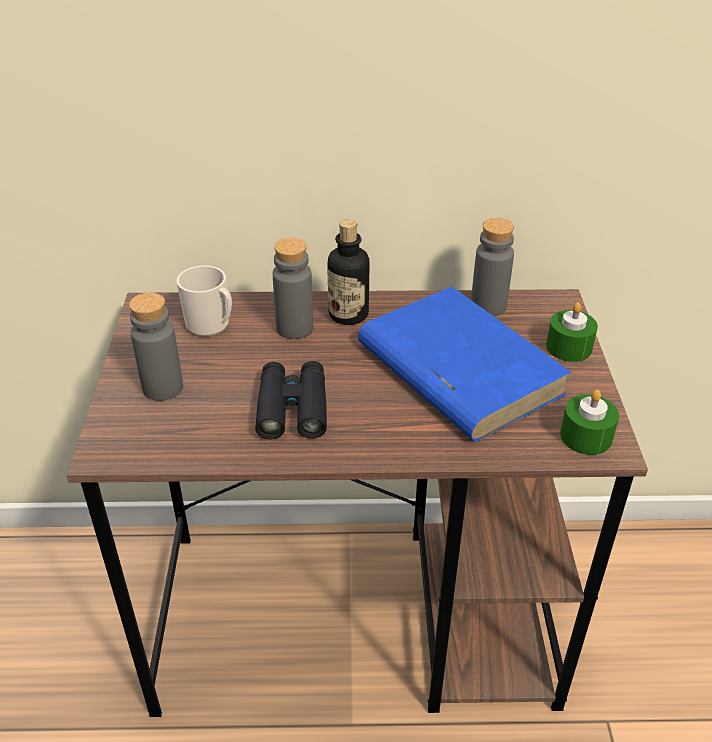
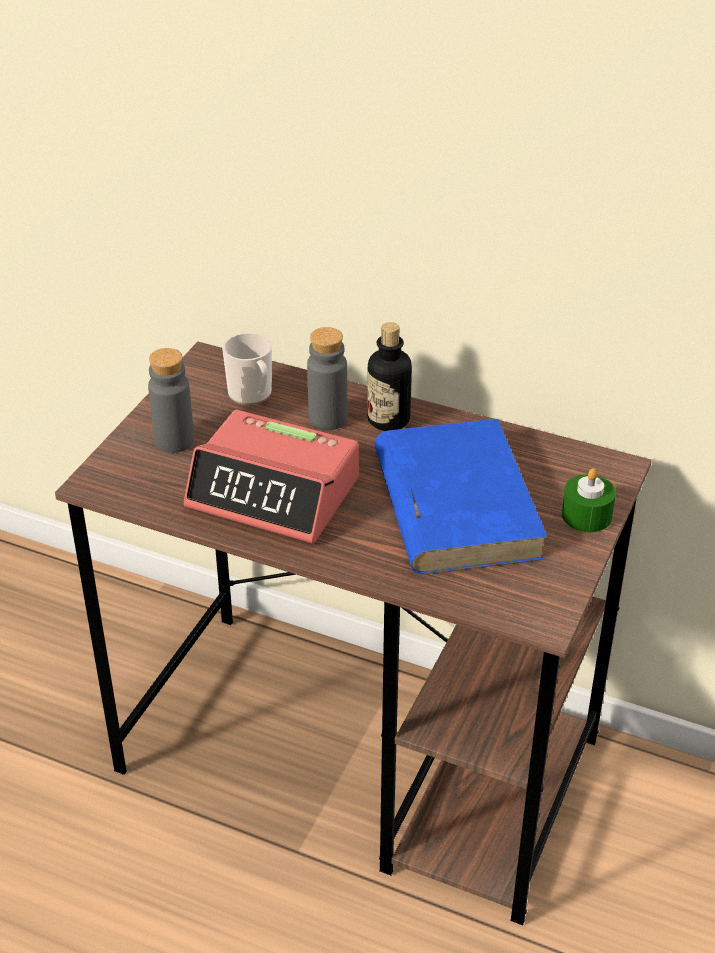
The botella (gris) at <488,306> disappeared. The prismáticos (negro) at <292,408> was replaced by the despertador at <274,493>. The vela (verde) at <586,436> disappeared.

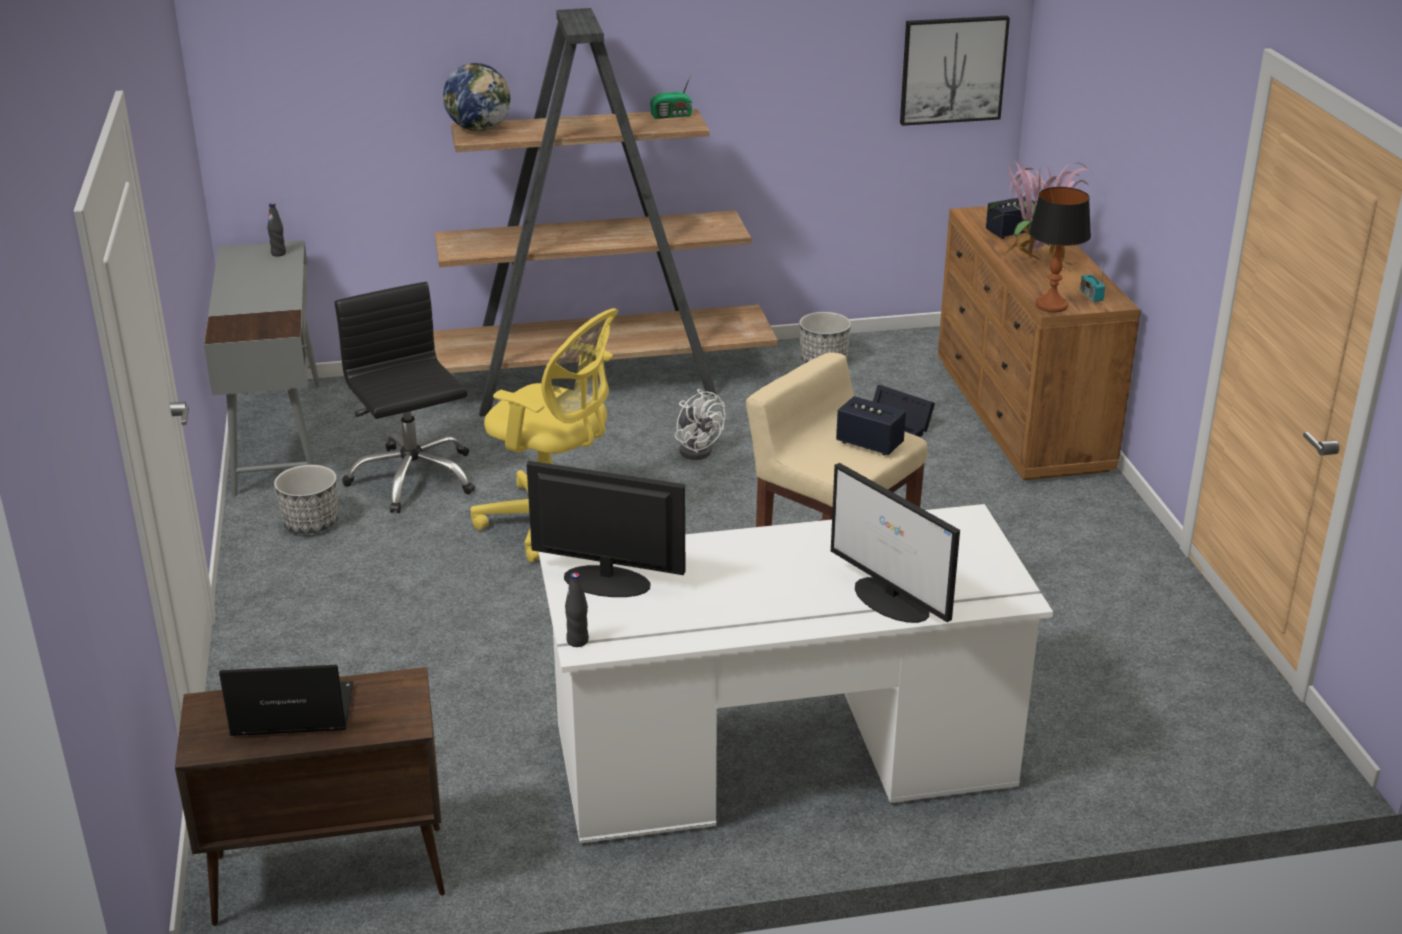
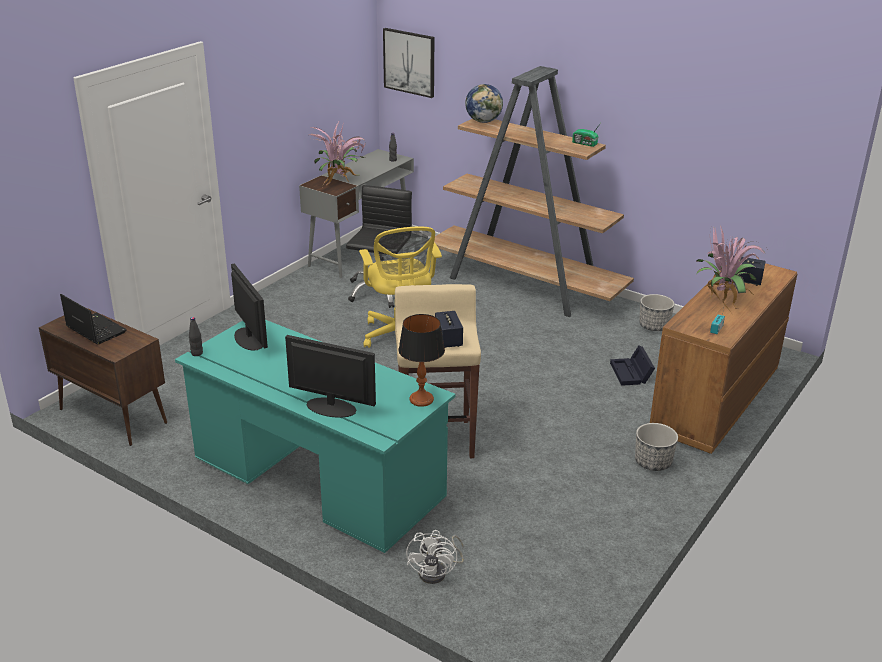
The cuadro moved from <952,69> to <409,62>. The lámpara de mesa moved from <1051,305> to <421,399>. The ventilador (blanco) moved from <697,448> to <438,572>. The monitor at <892,601> turned 105 degrees clockwise. The maceta moved from <311,523> to <653,462>. The escritorio (blanco) at <783,759> became the escritorio (turquesa) at <317,479>. The planta en maceta at <339,181> appeared.

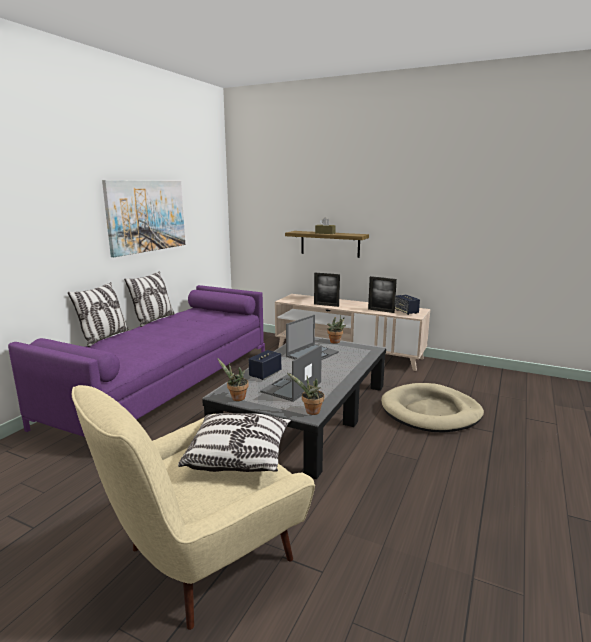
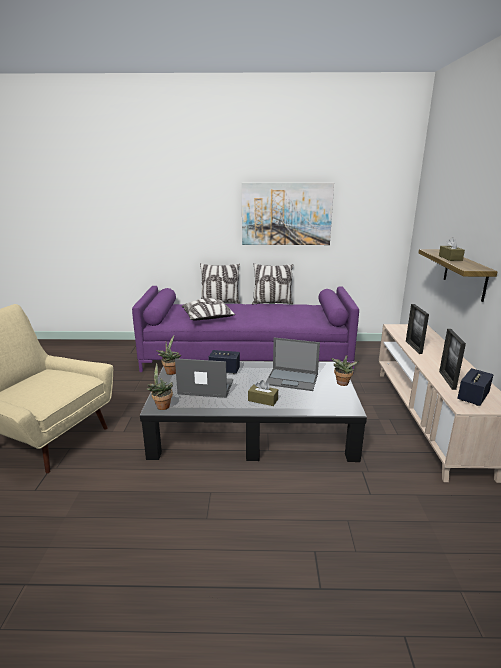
The cama para perro (beis) at <431,412> disappeared. The cojín moved from <239,456> to <208,318>. The caja de pañuelos (marrón) at <263,400> appeared.

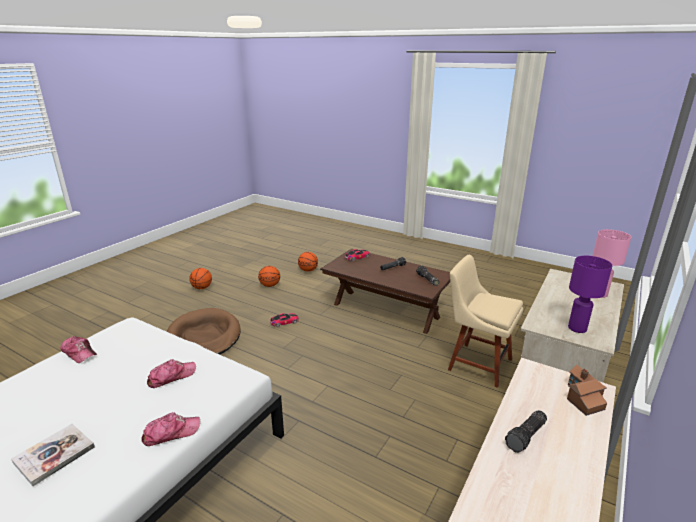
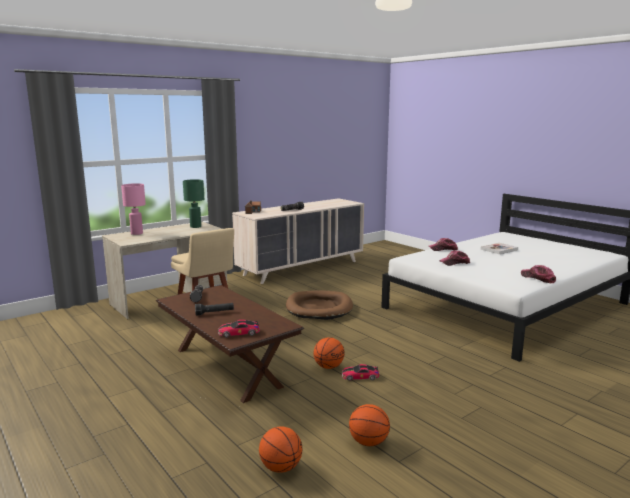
The lámpara de mesa (morado) at <577,328> became the lámpara de mesa (verde) at <195,226>. The balón de baloncesto moved from <202,288> to <328,366>. The cama para perro (marrón) moved from <204,337> to <319,308>.

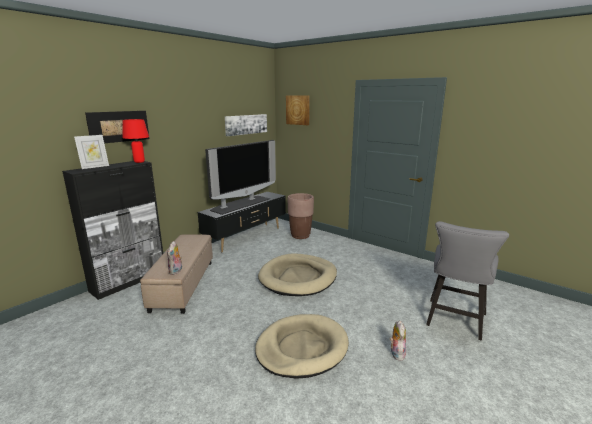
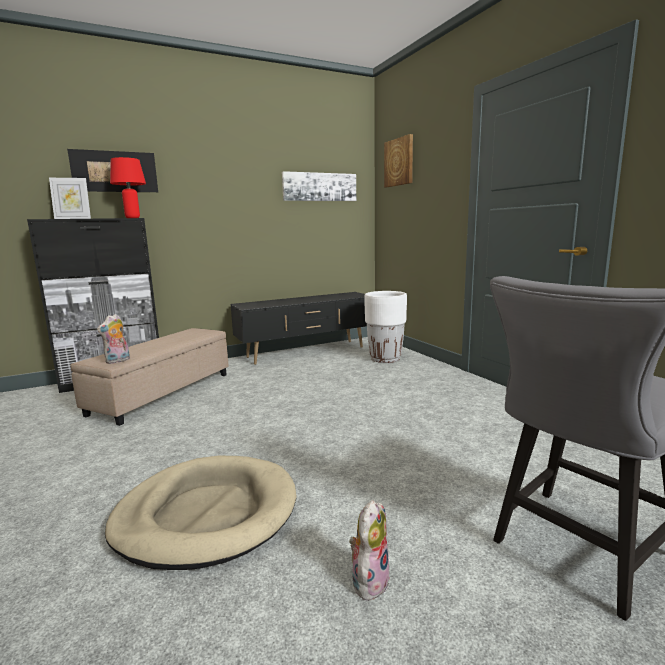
The televisor at <240,204> disappeared. The maceta (marrón) at <300,235> became the maceta (blanco) at <385,359>. The cama para perro (beis) at <298,277> disappeared.

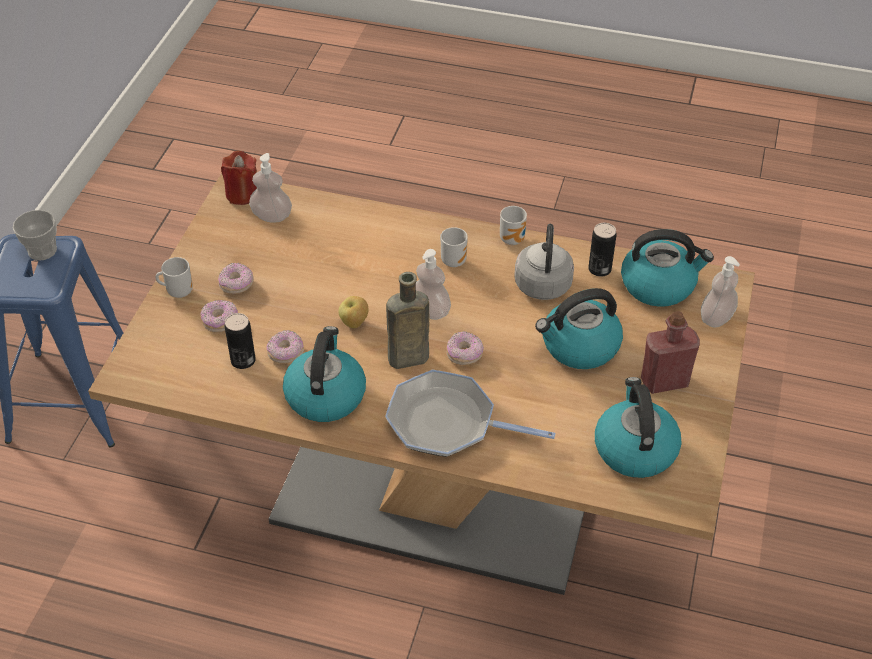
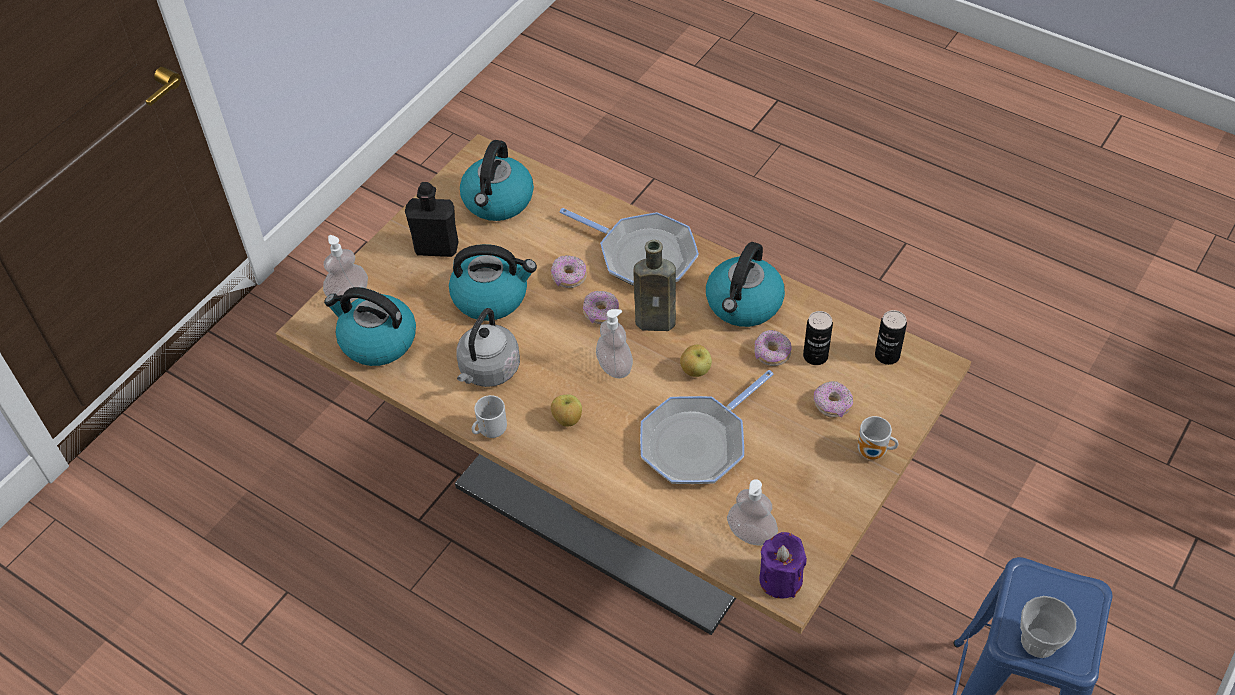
The vela (rojo) at <242,194> became the vela (morado) at <780,579>. The lata moved from <599,269> to <887,355>. The taza grande at <453,260> was replaced by the manzana at <567,420>. The rosquilla moved from <237,285> to <569,277>. The botella (rojo) at <664,381> became the botella (negro) at <437,248>. The sartén at <697,442> appeared.

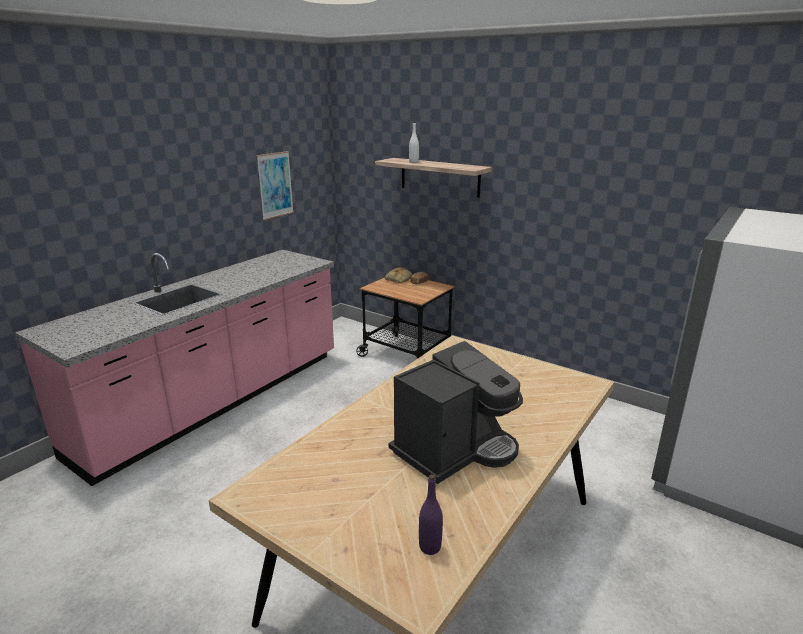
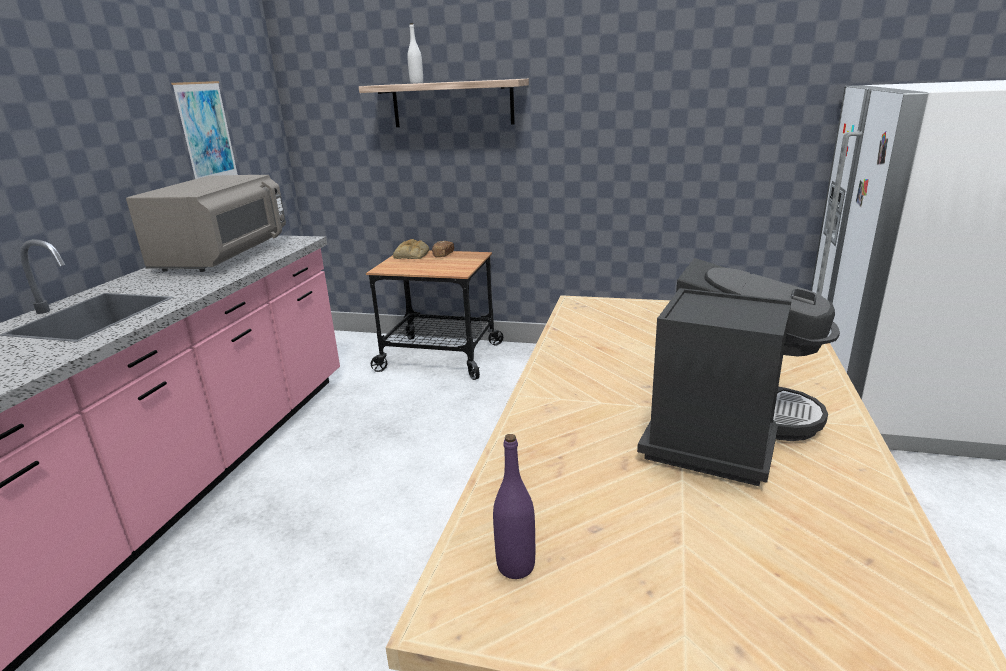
The botella (morado) moved from <430,547> to <516,566>. The microondas (gris) at <224,256> appeared.

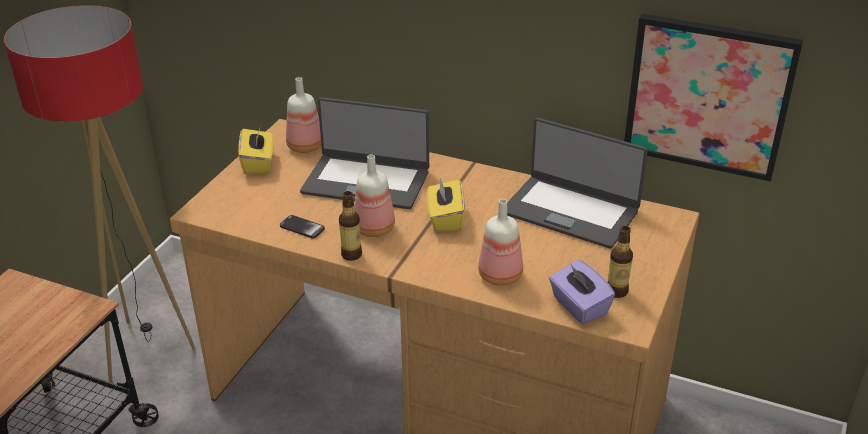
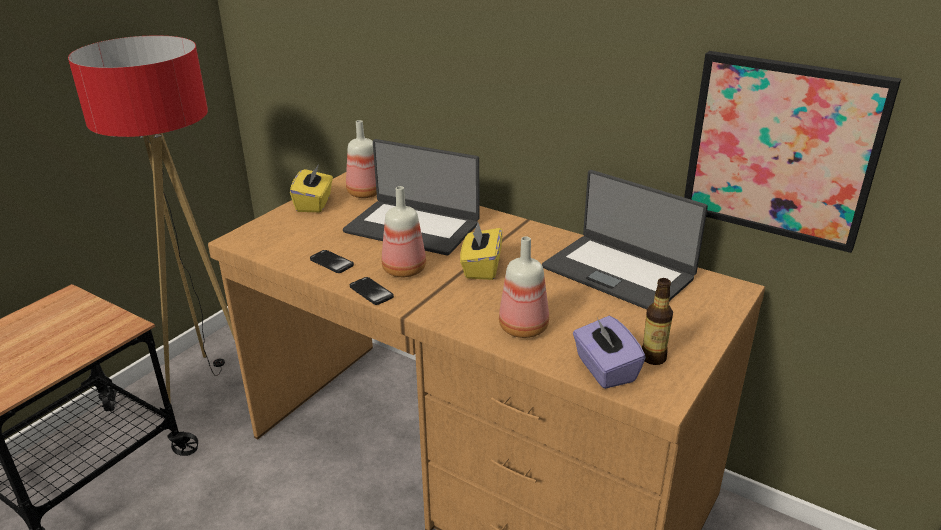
The botella at <351,255> was replaced by the móvil at <371,292>.

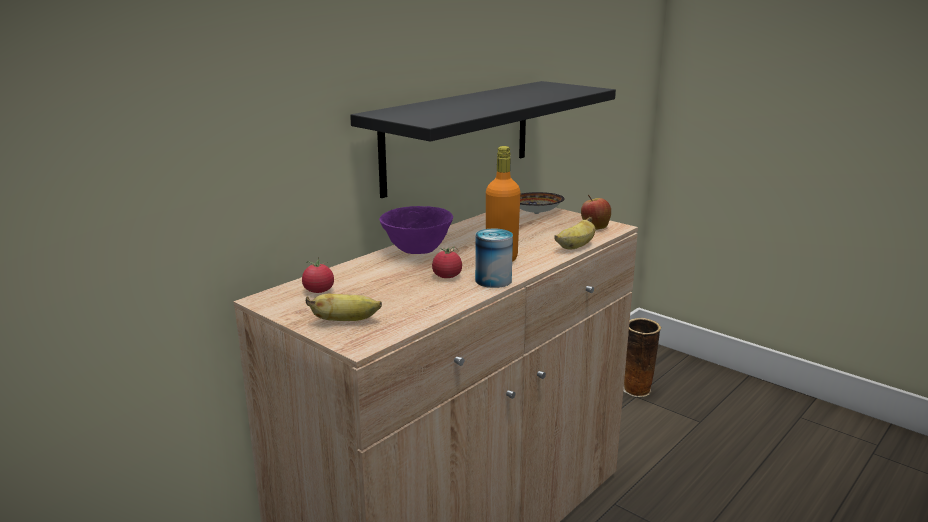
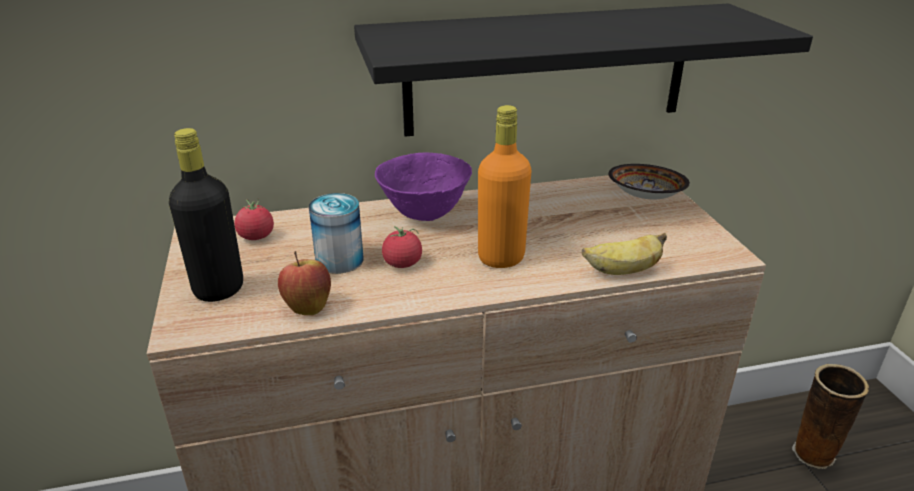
The manzana moved from <594,227> to <307,307>. The lata moved from <493,280> to <339,260>. The plátano at <346,321> was replaced by the botella (negro) at <219,289>.

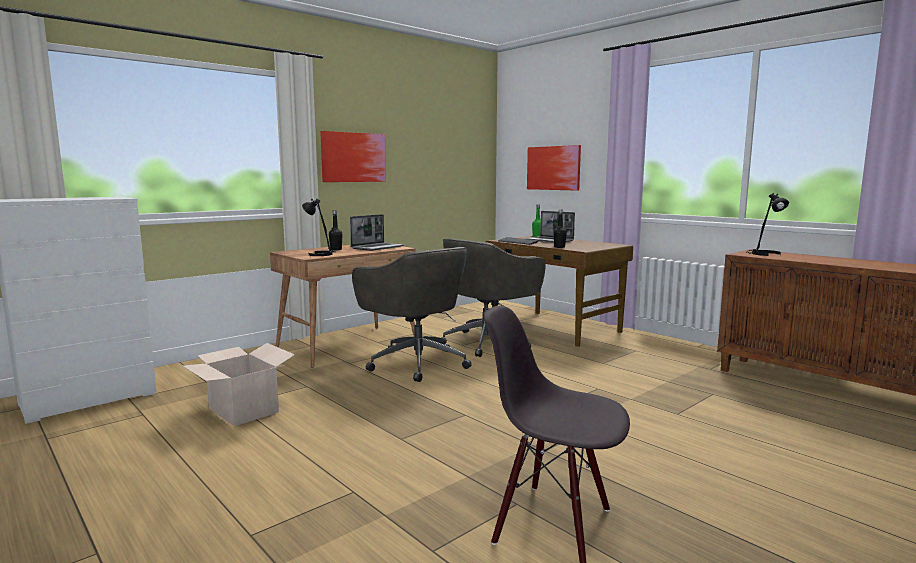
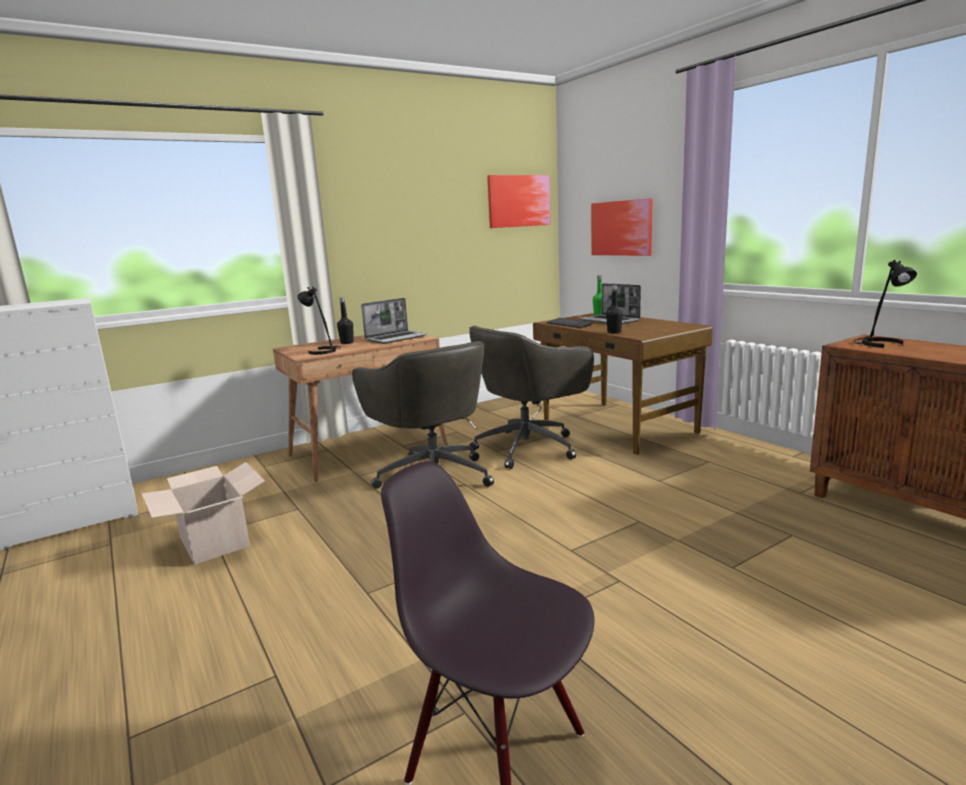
The cuadro moved from <353,157> to <519,201>.

